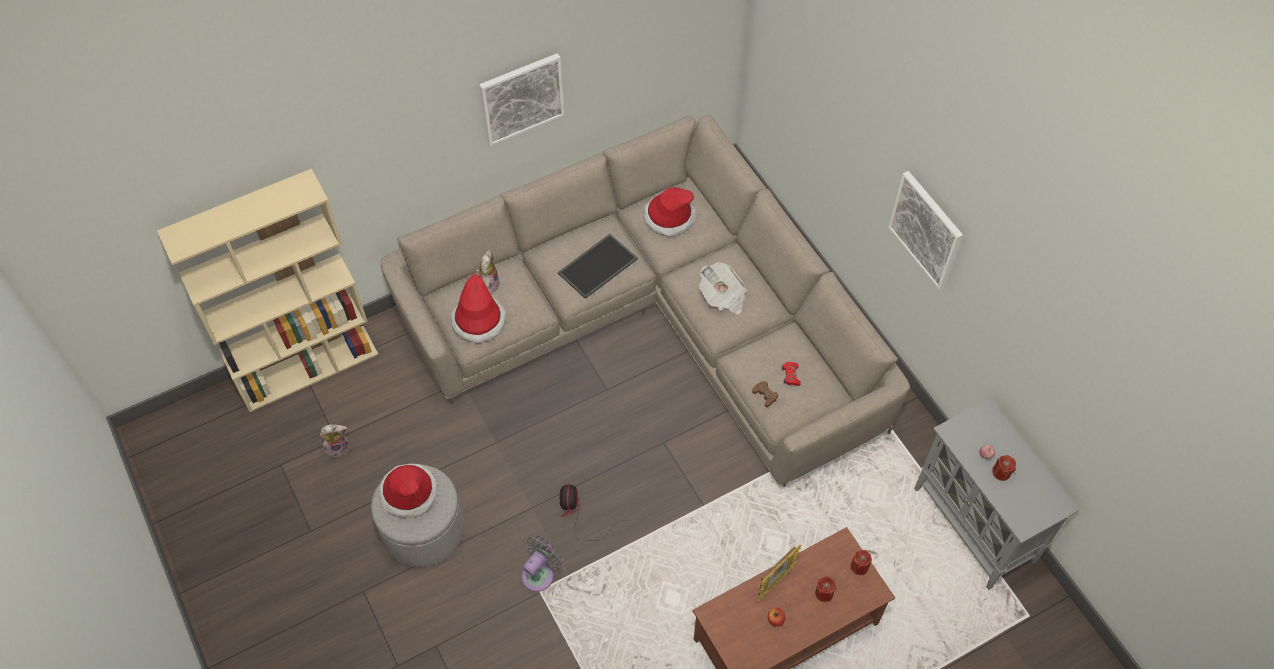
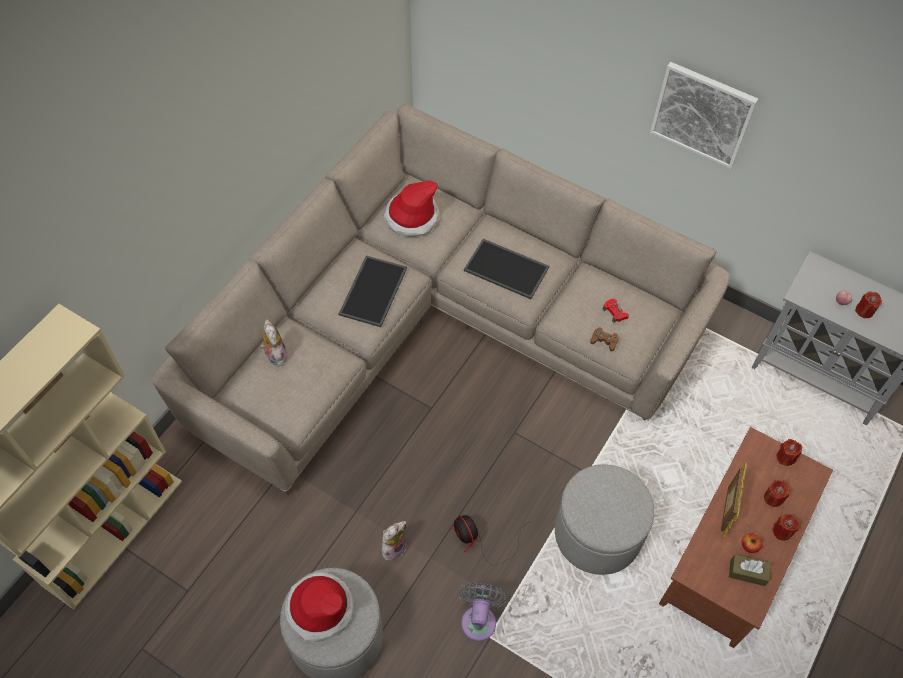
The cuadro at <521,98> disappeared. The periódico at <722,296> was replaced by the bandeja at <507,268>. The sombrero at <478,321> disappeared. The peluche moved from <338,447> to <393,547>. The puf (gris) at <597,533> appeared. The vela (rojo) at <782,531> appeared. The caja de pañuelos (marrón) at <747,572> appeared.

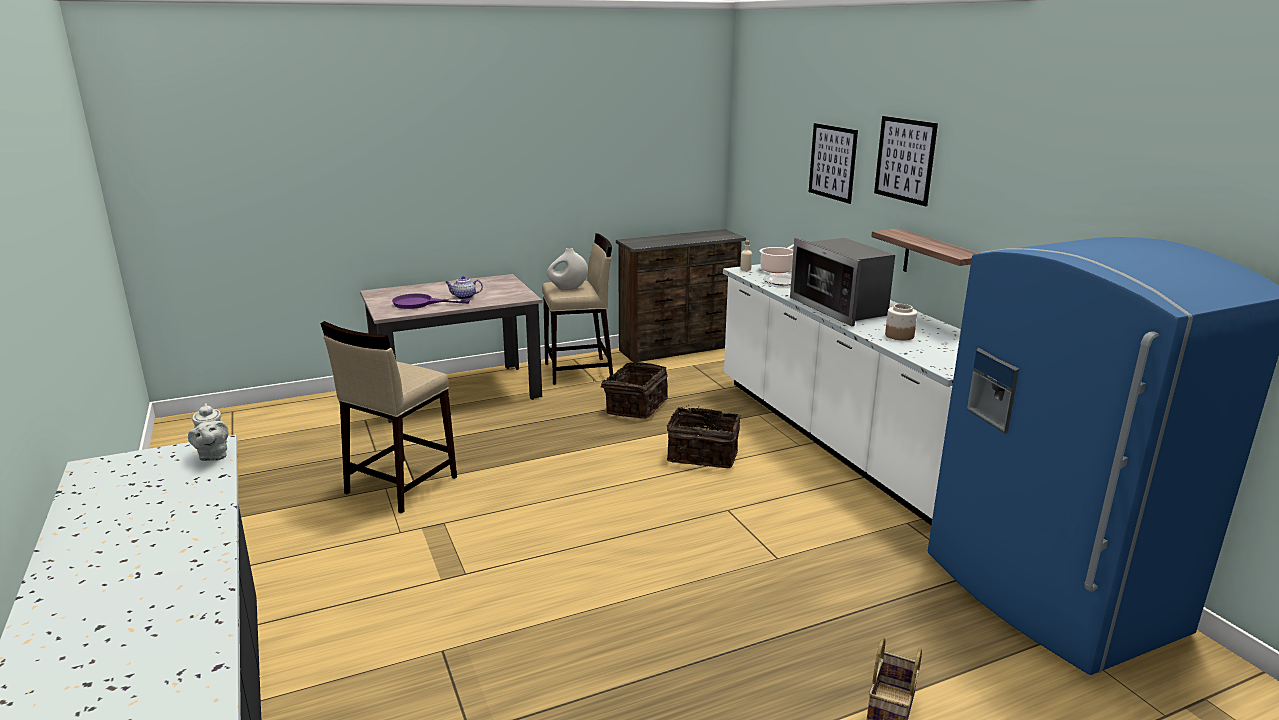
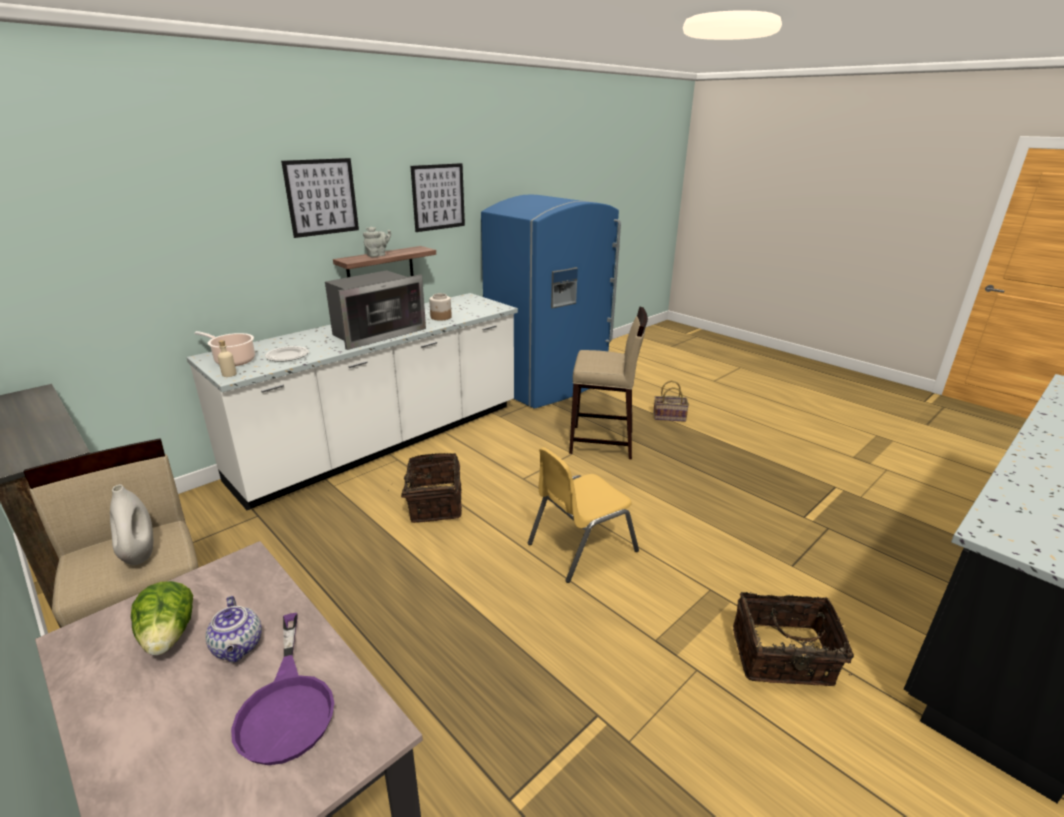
The cuadro moved from <832,162> to <438,197>. The taburete (beis) moved from <400,485> to <602,442>. The cesta moved from <635,406> to <782,659>. The tetera (gris) moved from <213,455> to <378,255>. The silla (amarillo) at <581,547> appeared. The lechuga at <169,636> appeared.

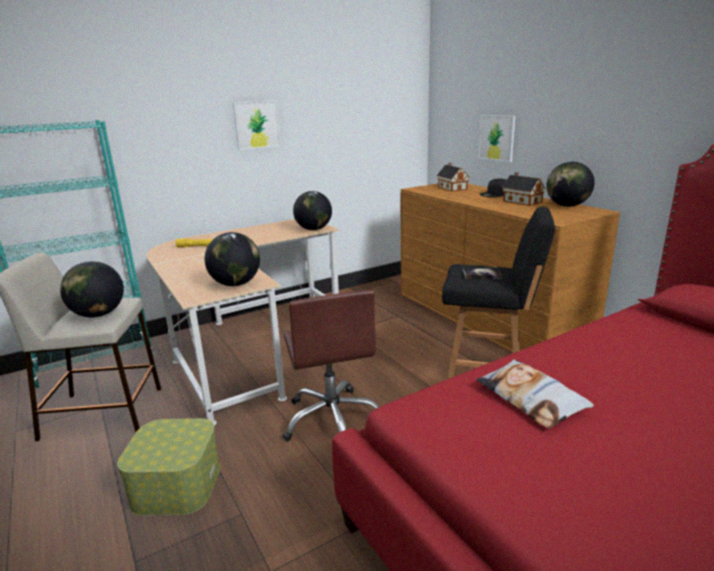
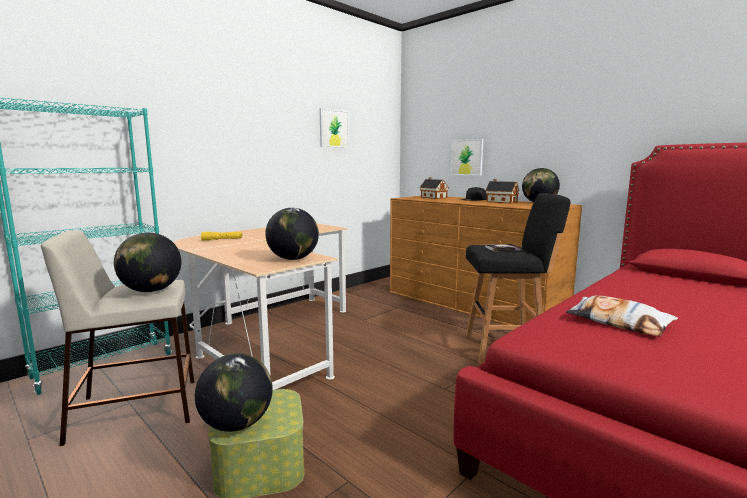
The cuadro moved from <257,124> to <334,128>. The globo terráqueo moved from <314,229> to <237,424>. The silla de oficina (marrón) at <333,419> disappeared.

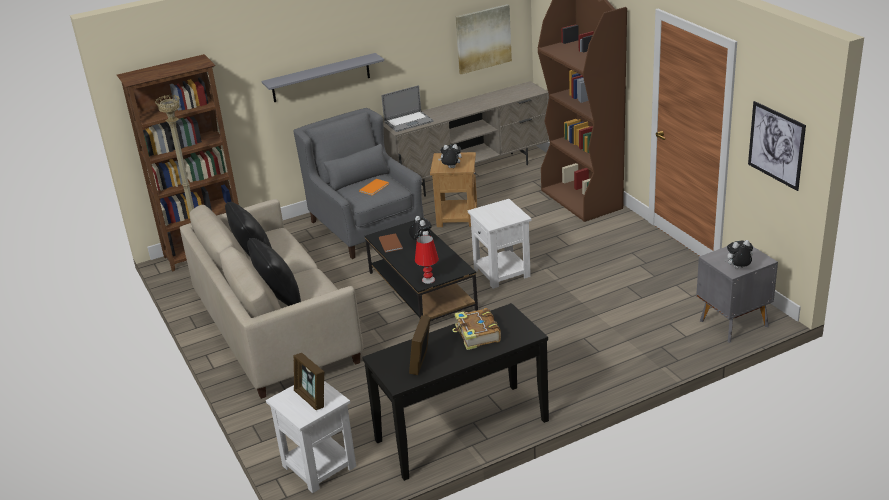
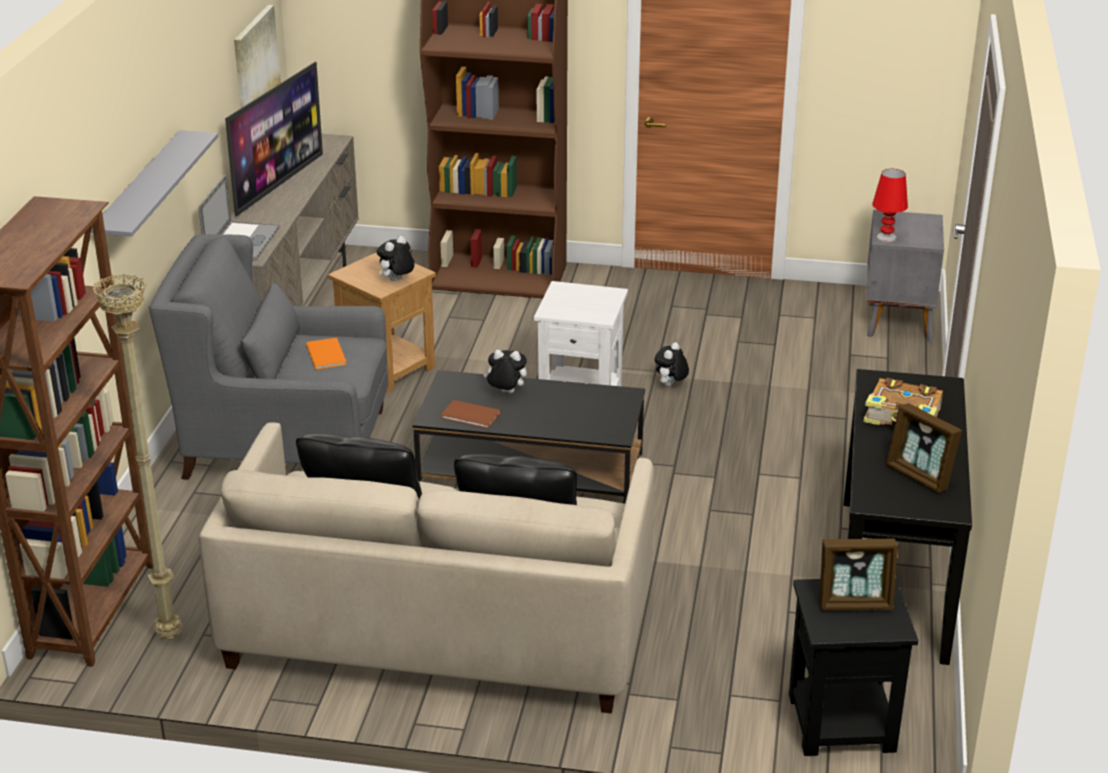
The cuadro at <776,145> disappeared. The lámpara de mesa (rojo) moved from <428,280> to <886,237>. The peluche moved from <738,268> to <670,385>. The mesa auxiliar (blanco) at <318,466> became the mesa auxiliar (negro) at <840,723>. The televisor at <278,184> appeared.

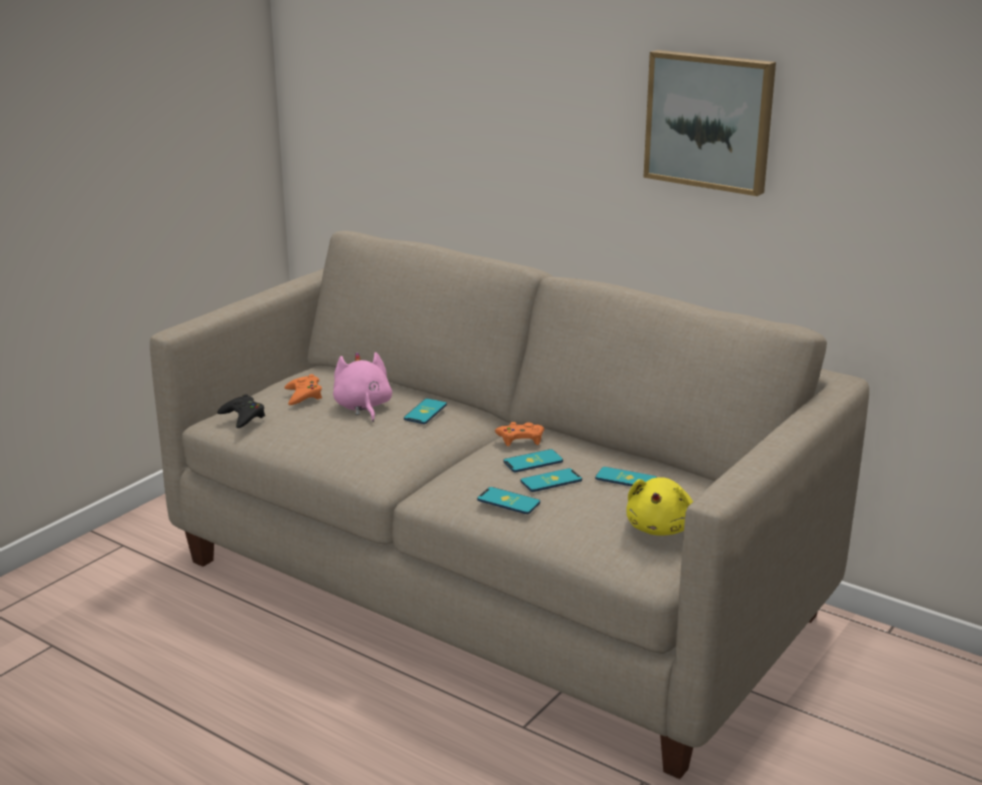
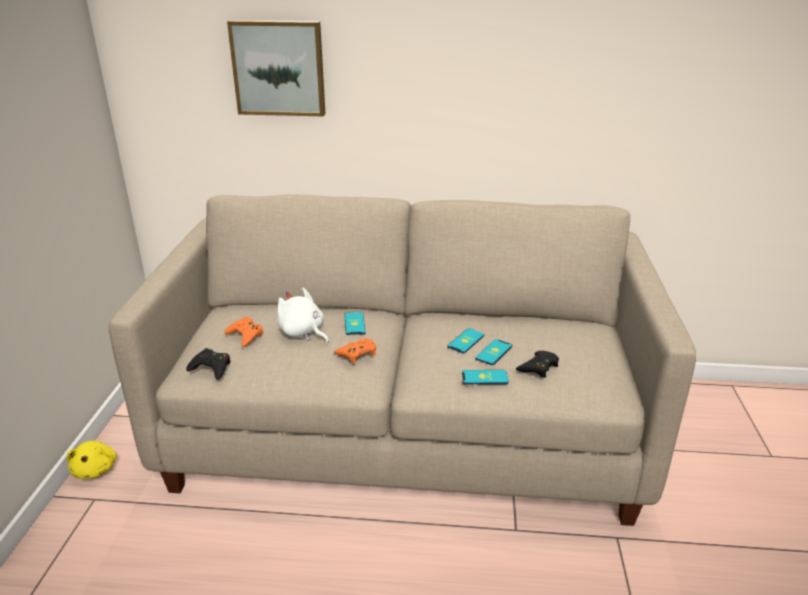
The cuadro moved from <710,120> to <279,68>. The peluche (rosa) at <362,407> became the peluche (blanco) at <303,333>. The mando de consola (naranja) moved from <520,439> to <357,353>. The móvil at <625,479> disappeared. The peluche (amarillo) moved from <661,528> to <96,469>. The mando de consola (negro) at <538,367> appeared.

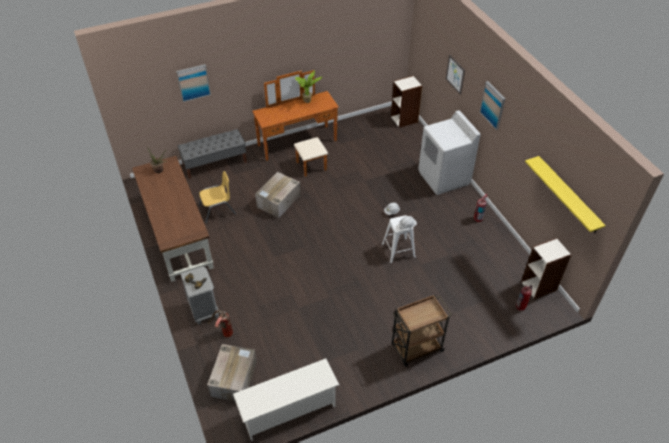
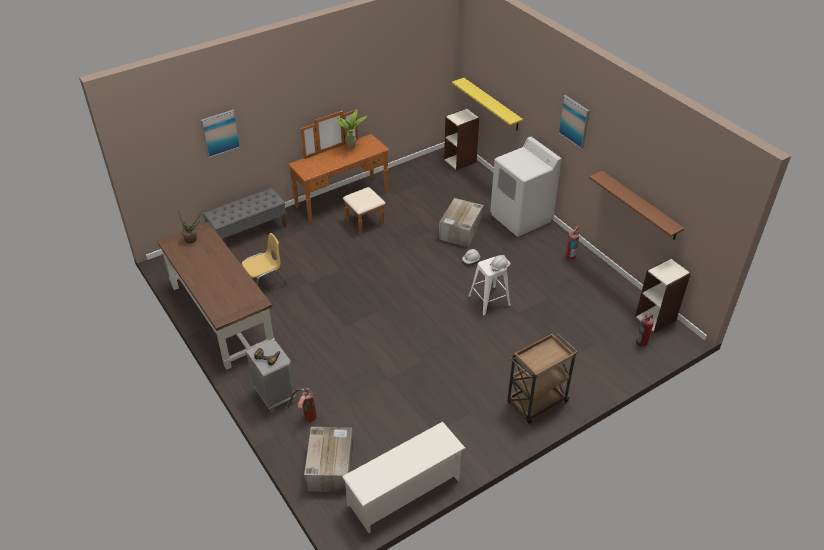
The cuadro at <455,74> disappeared. The estante (amarillo) moved from <568,195> to <492,104>. The caja de cartón moved from <278,201> to <460,231>. The estante (marrón) at <640,205> appeared.

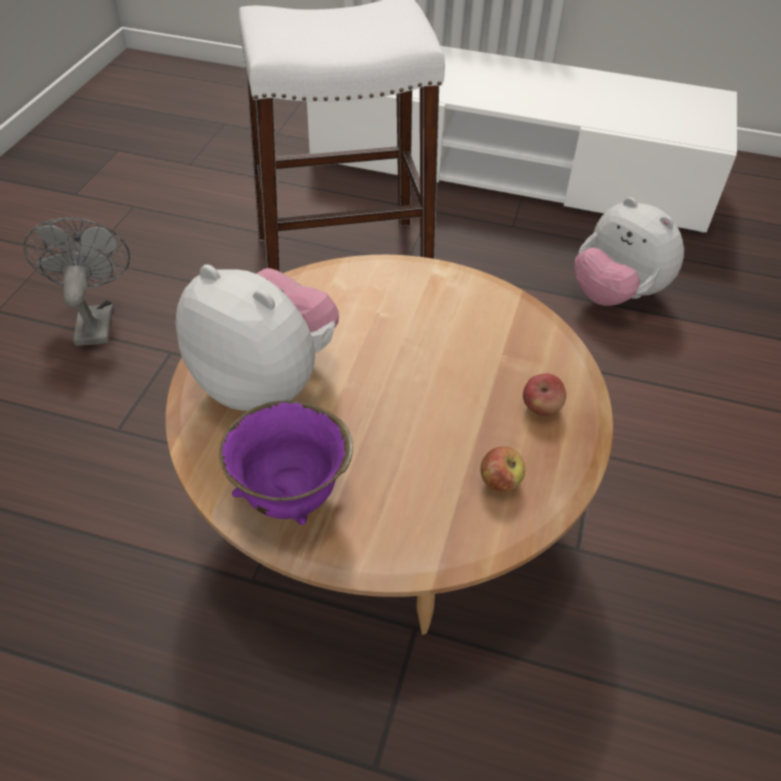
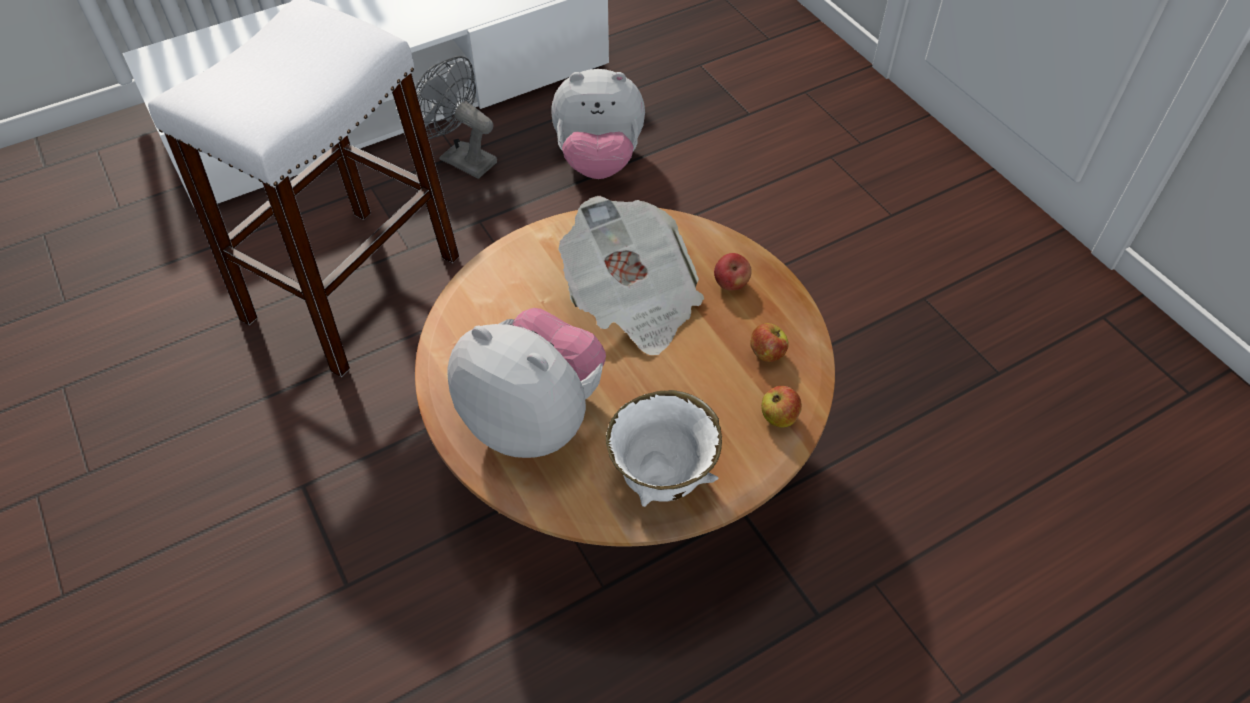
The ventilador (gris) moved from <94,320> to <460,158>. The peluche at <266,381> turned 45 degrees clockwise. The cuenco (morado) at <291,498> became the cuenco (blanco) at <663,478>. The periódico at <632,300> appeared. The manzana at <779,417> appeared.

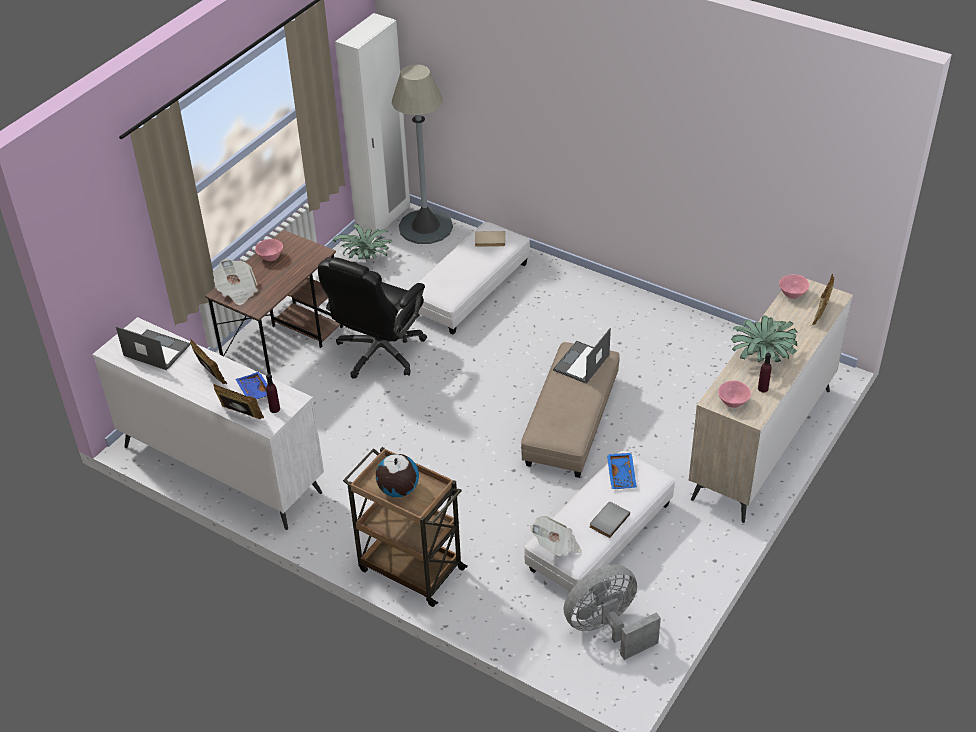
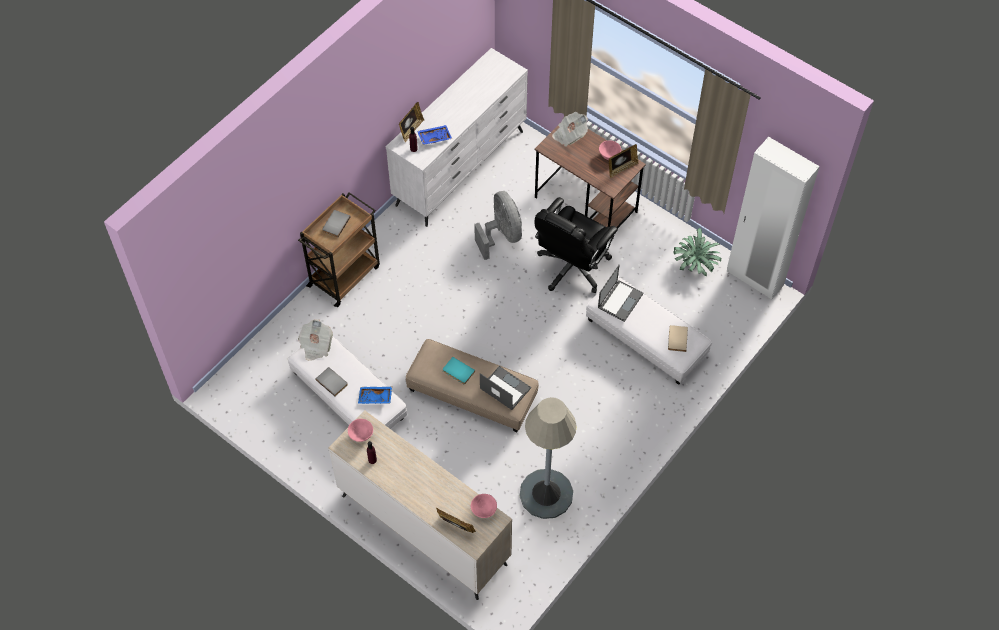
The lámpara de pie (gris) moved from <425,227> to <546,494>. The silla de oficina (negro) at <379,353> turned 90 degrees counterclockwise. The planta en maceta at <762,358> disappeared. The portátil moved from <156,350> to <620,300>. The portarretratos moved from <210,375> to <621,168>. The globo terráqueo at <398,490> was replaced by the libro (gris) at <335,224>. The ventilador (gris) moved from <607,629> to <501,236>. The libro (turquesa) at <458,372> appeared.

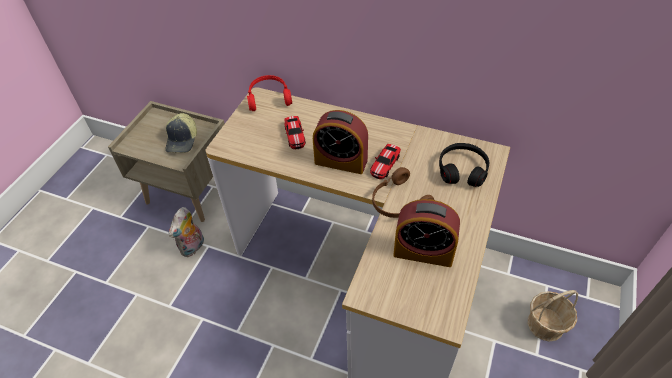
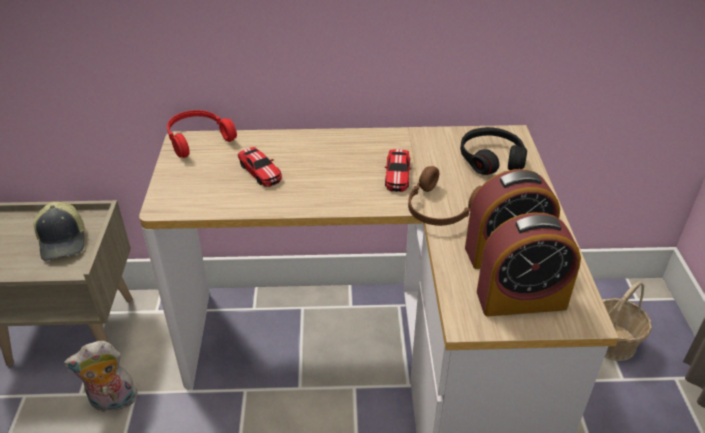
The despertador moved from <341,161> to <521,299>. The peluche at <193,248> turned 75 degrees clockwise.

